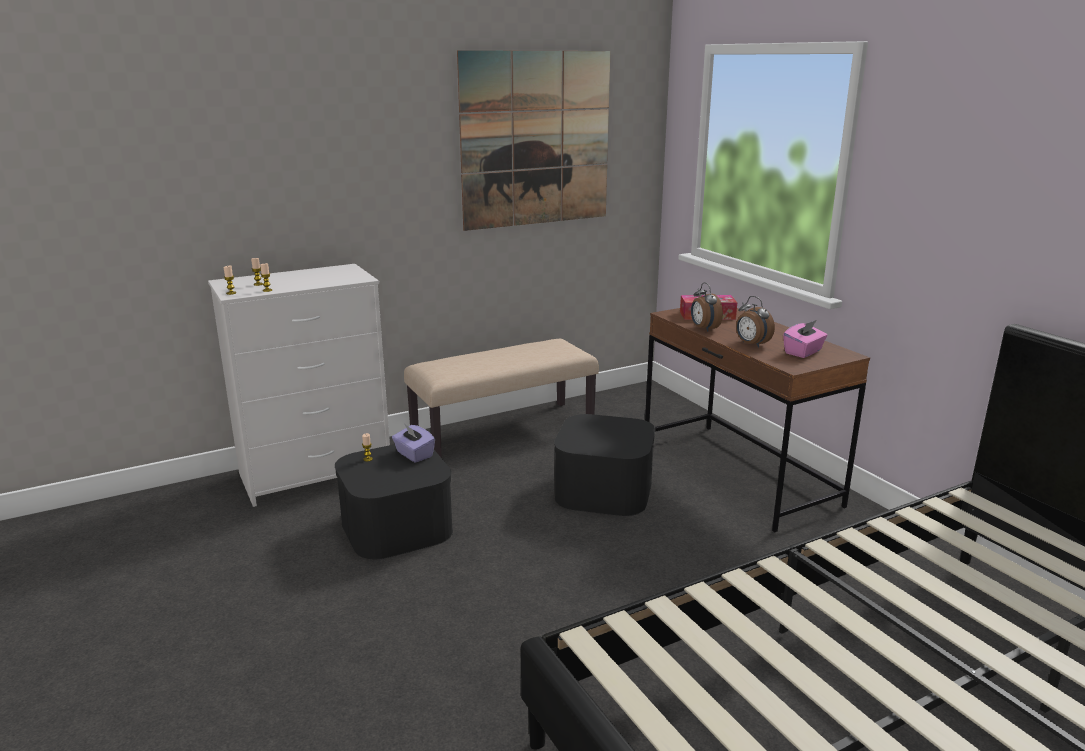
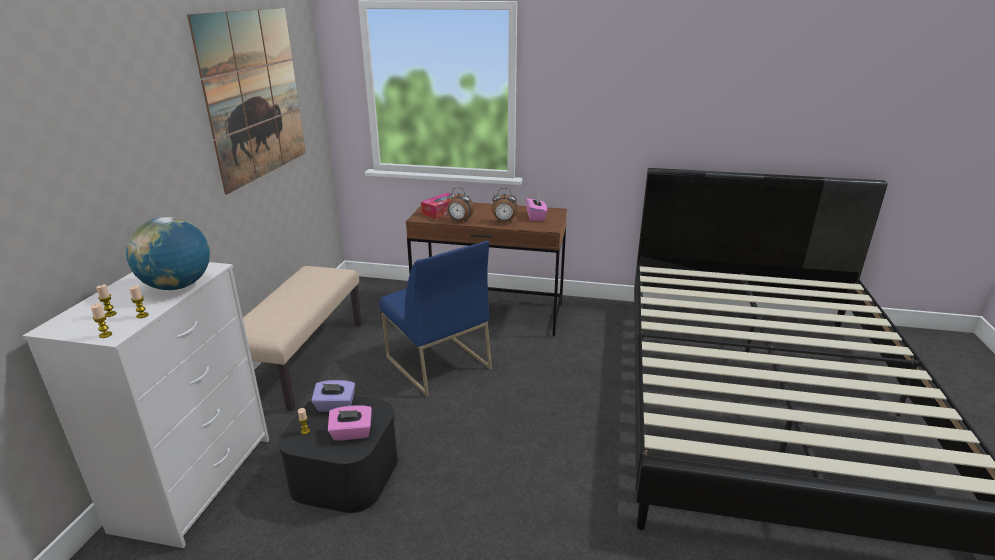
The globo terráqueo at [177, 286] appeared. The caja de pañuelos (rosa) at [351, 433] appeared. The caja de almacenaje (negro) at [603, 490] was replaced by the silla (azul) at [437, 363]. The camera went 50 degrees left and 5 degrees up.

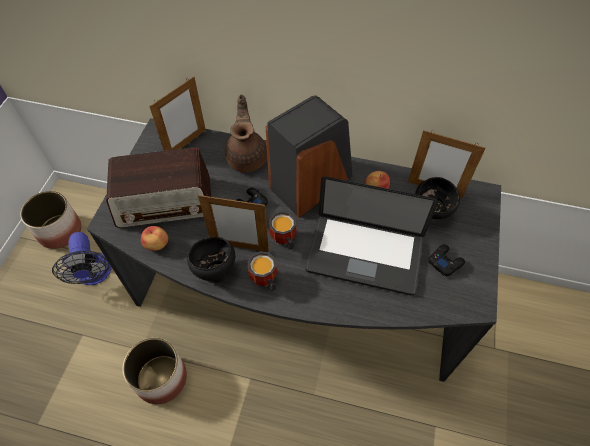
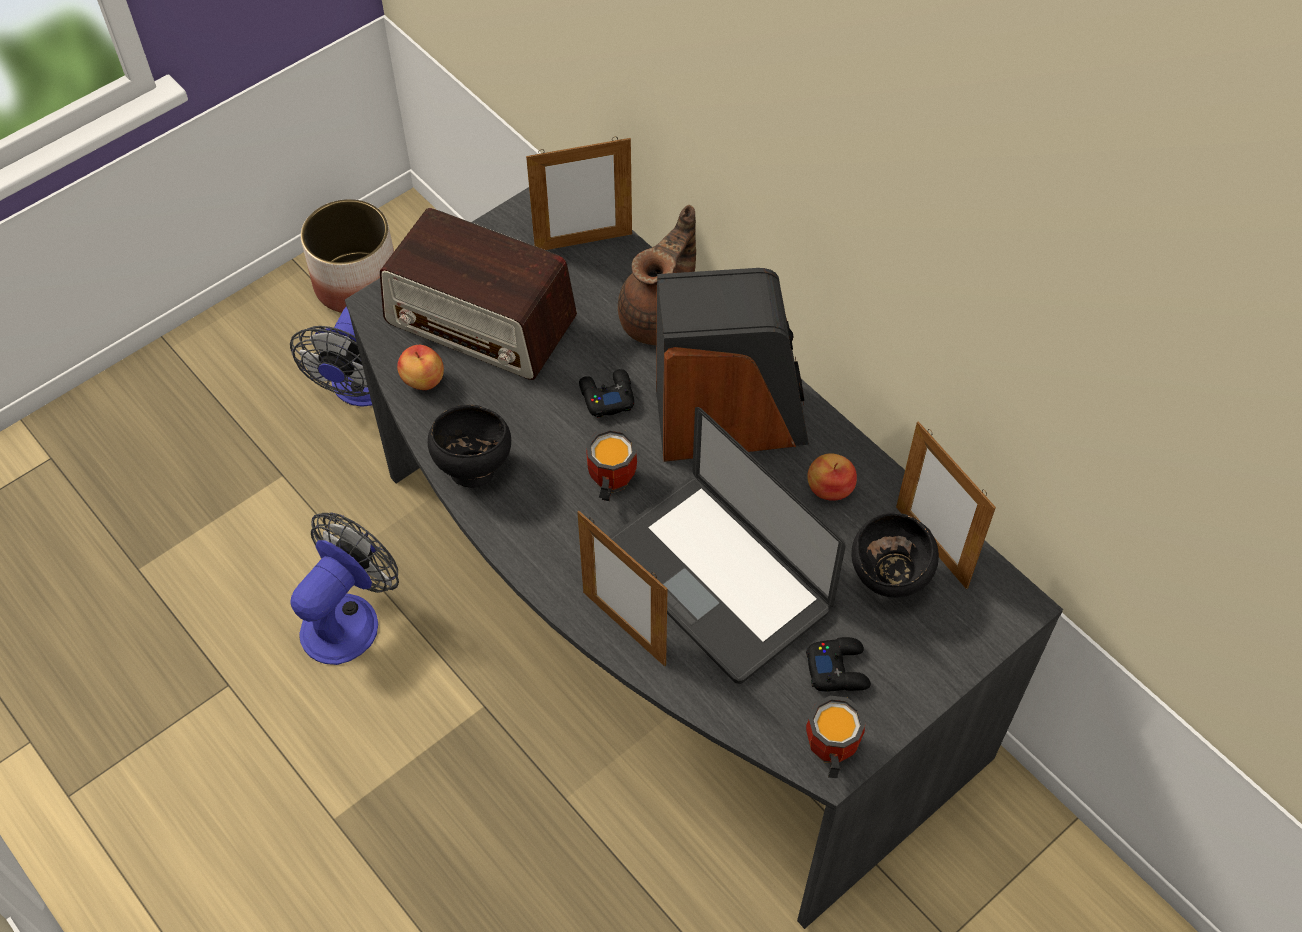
The portarretratos moved from [239, 246] to [624, 628]. The taza grande moved from [264, 282] to [828, 753]. The maceta at [161, 379] was replaced by the ventilador at [349, 617]. The camera went 35 degrees right and 0 degrees up.

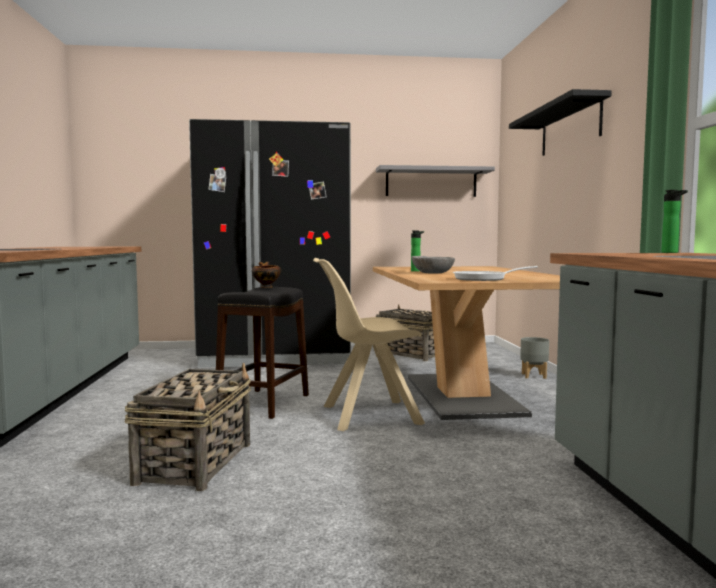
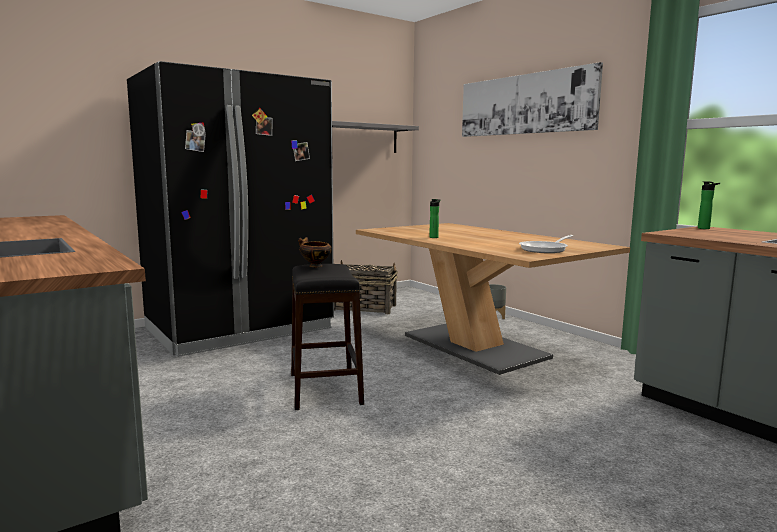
The cesta at [196, 462] disappeared. The silla (beis) at [368, 415] disappeared. The cuenco (gris) at [432, 273] disappeared. The estante (negro) at [570, 128] was replaced by the cuadro at [524, 104]. The camera went 30 degrees left and 5 degrees up.

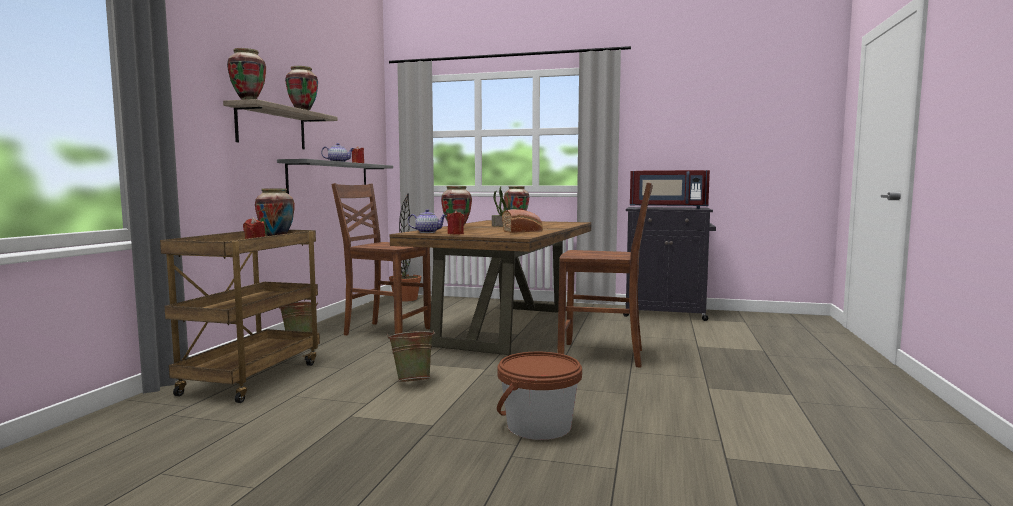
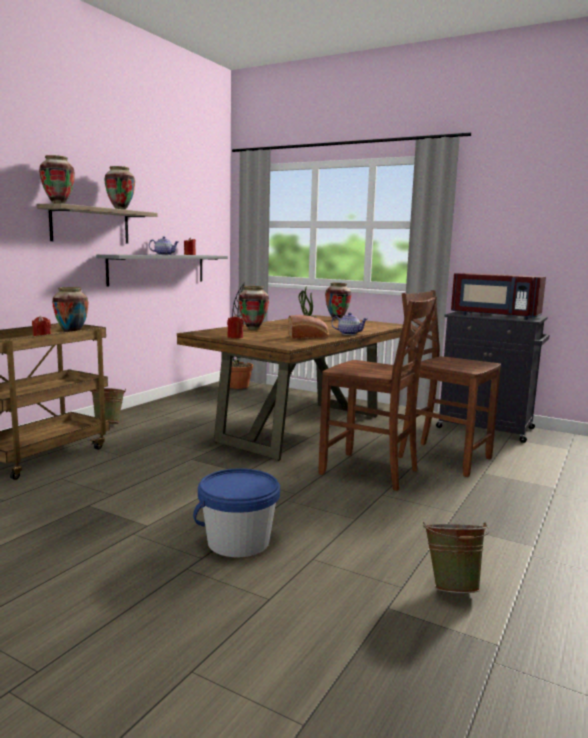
The silla (marrón) moved from [386, 332] to [442, 458]. The cubo (verde) moved from [412, 381] to [452, 587]. The tetera moved from [427, 232] to [348, 334]. The cubo (marrón) at [538, 426] became the cubo (azul) at [238, 542]. The camera went 15 degrees right and 5 degrees up.

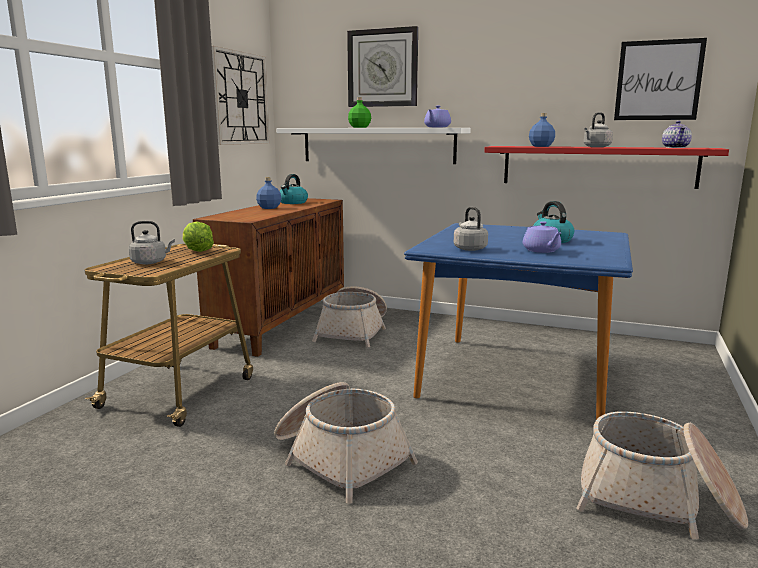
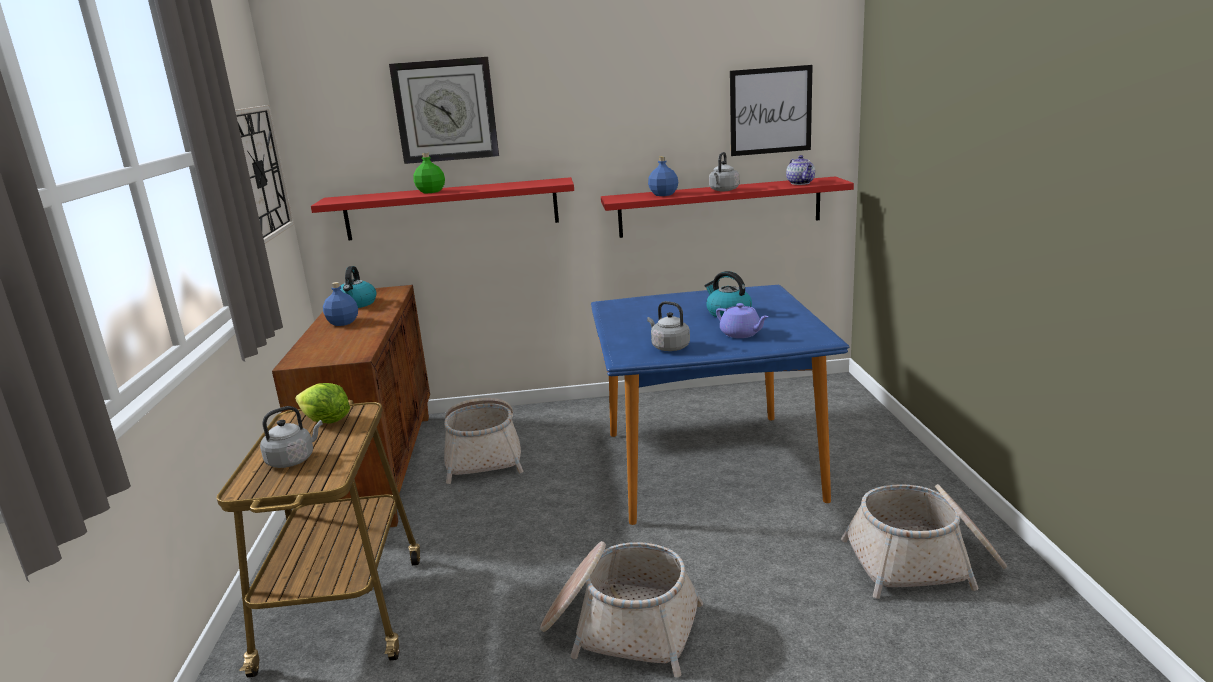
The tetera (morado) at [437, 127] disappeared. The estante (blanco) at [377, 145] became the estante (rojo) at [451, 209]. The camera went 25 degrees left and 5 degrees up.

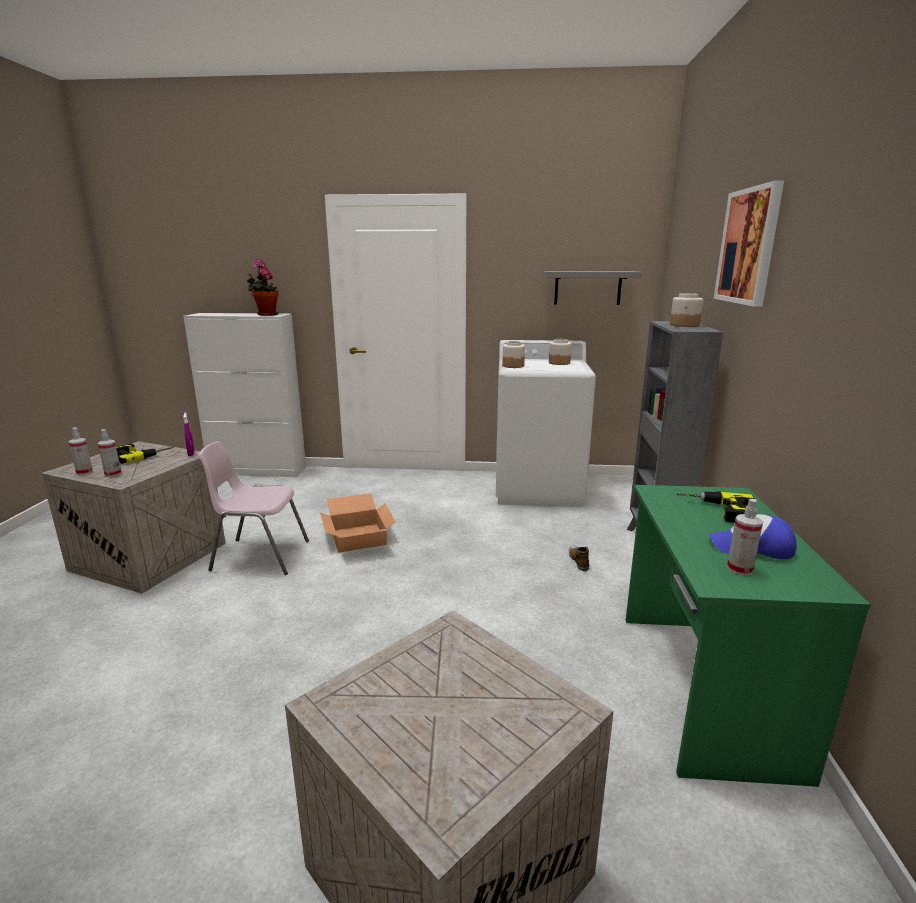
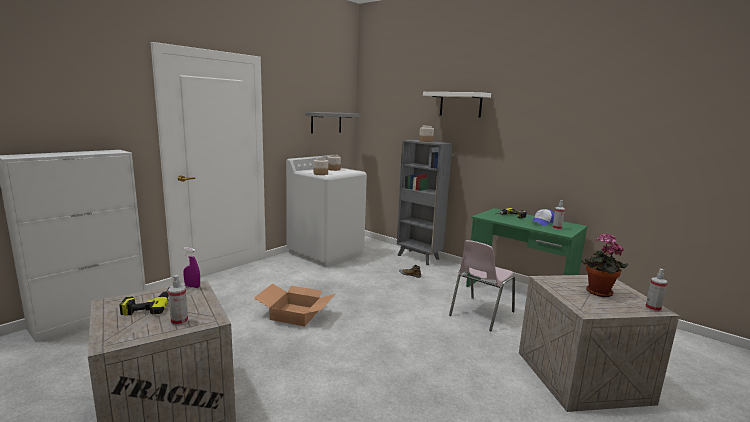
The pulverizador moved from [84, 472] to [653, 308]. The silla (rosa) moved from [259, 555] to [480, 314]. The planta en maceta moved from [266, 315] to [598, 293]. The cuadro at [748, 246] was replaced by the estante (blanco) at [460, 104]. The camera went 55 degrees left and 5 degrees down.

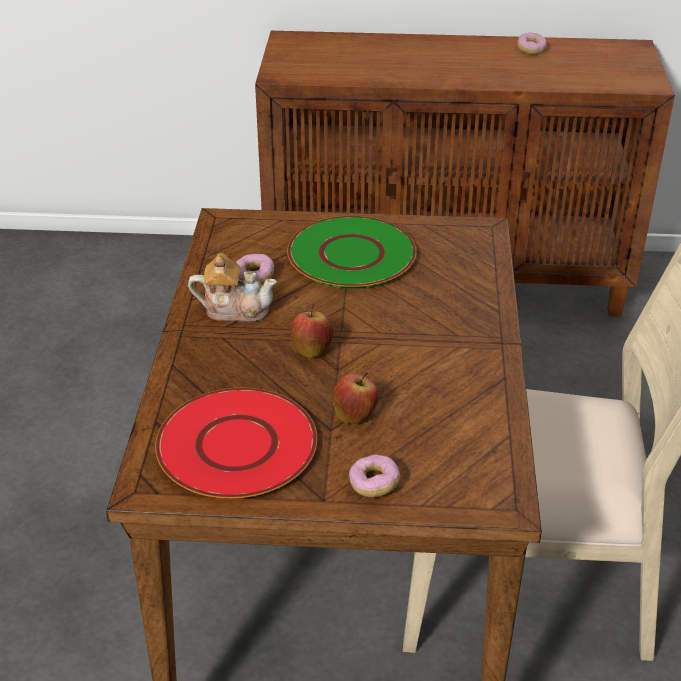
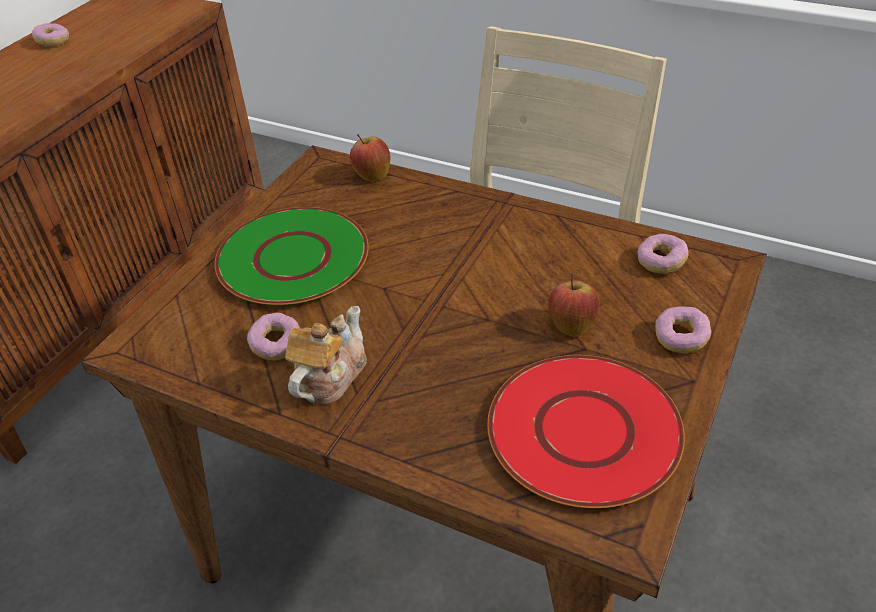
The rosquilla at [661, 262] appeared. The manzana moved from [312, 350] to [372, 175]. The camera went 65 degrees left and 5 degrees up.

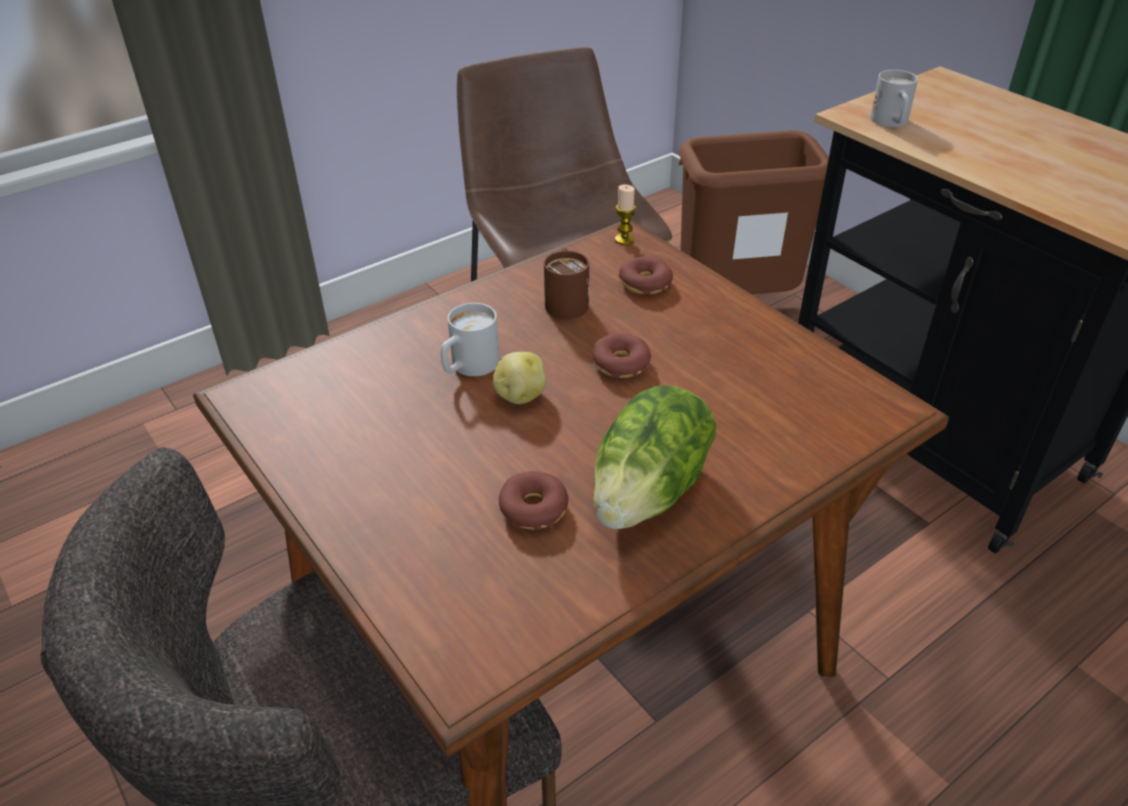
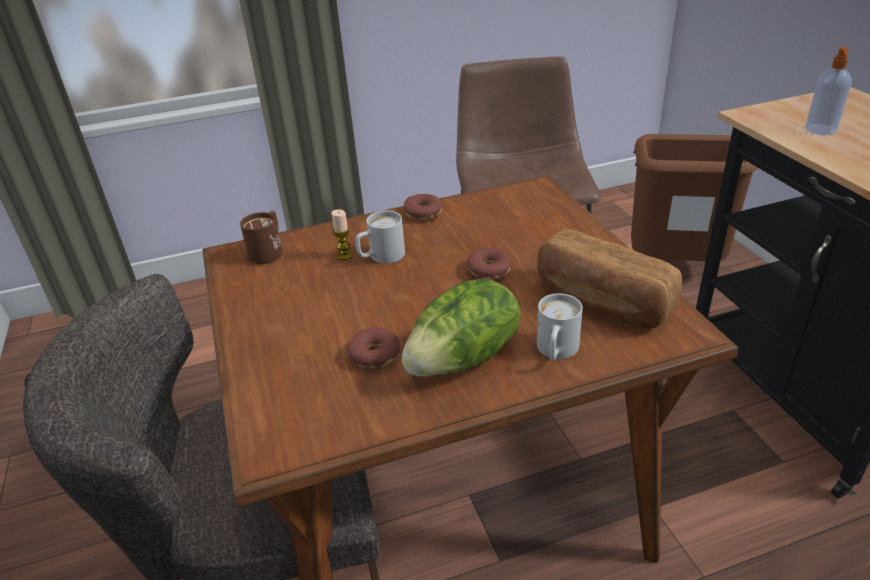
The patata at [519, 395] disappeared. The pan at [601, 302] appeared. The dispensador de jabón at [820, 130] appeared. The taza grande (marrón) moved from [566, 300] to [269, 251]. The vela moved from [624, 239] to [345, 255]. The rosquilla moved from [645, 283] to [423, 213]. The taza grande (blanco) moved from [891, 123] to [556, 352]. The camera went 20 degrees right and 5 degrees down.

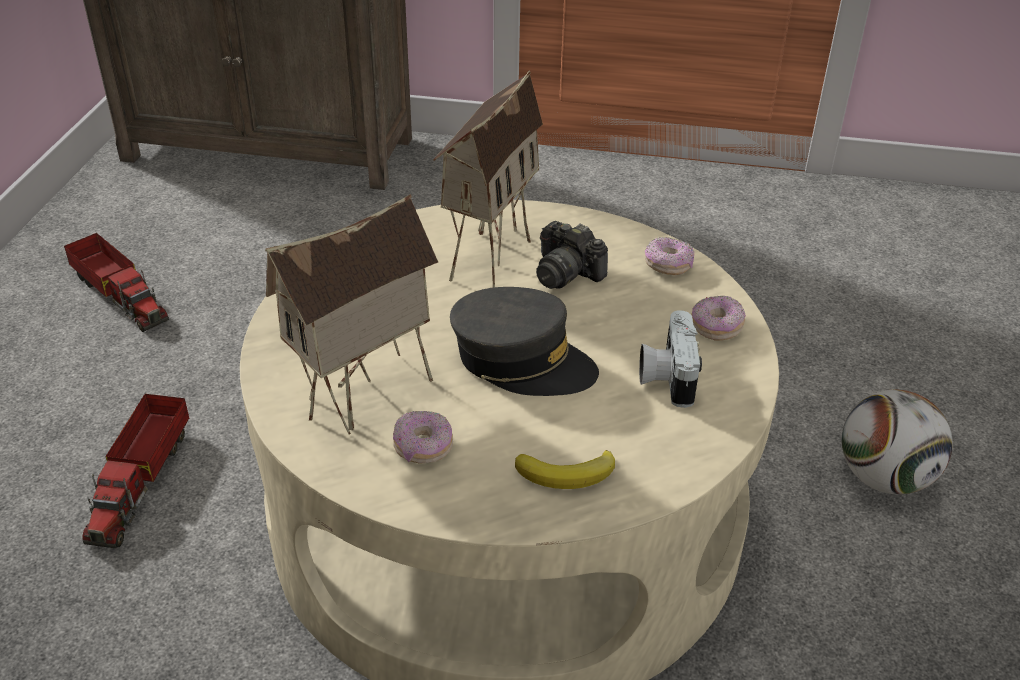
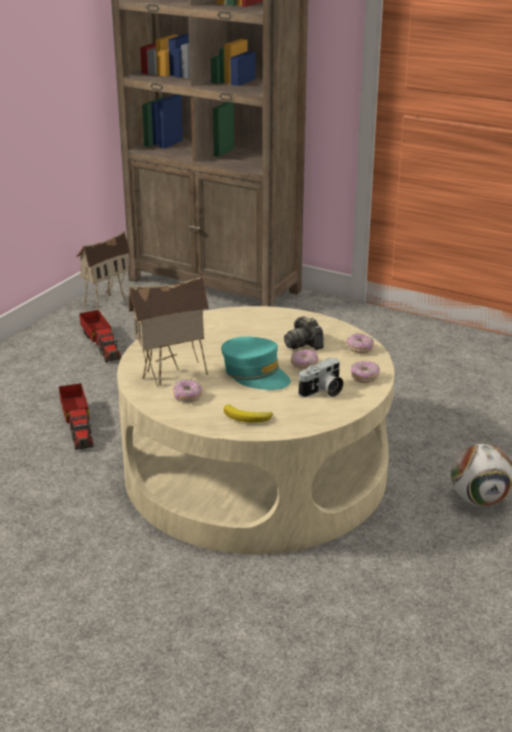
The rosquilla at [304, 365] appeared. The casita moved from [487, 253] to [105, 301]. The gorra (gris) at [522, 361] became the gorra (turquesa) at [255, 374]. The camión de juguete at [141, 480] turned 45 degrees counterclockwise. The cámara at [666, 376] turned 150 degrees counterclockwise. The camera went 20 degrees right and 10 degrees down.

